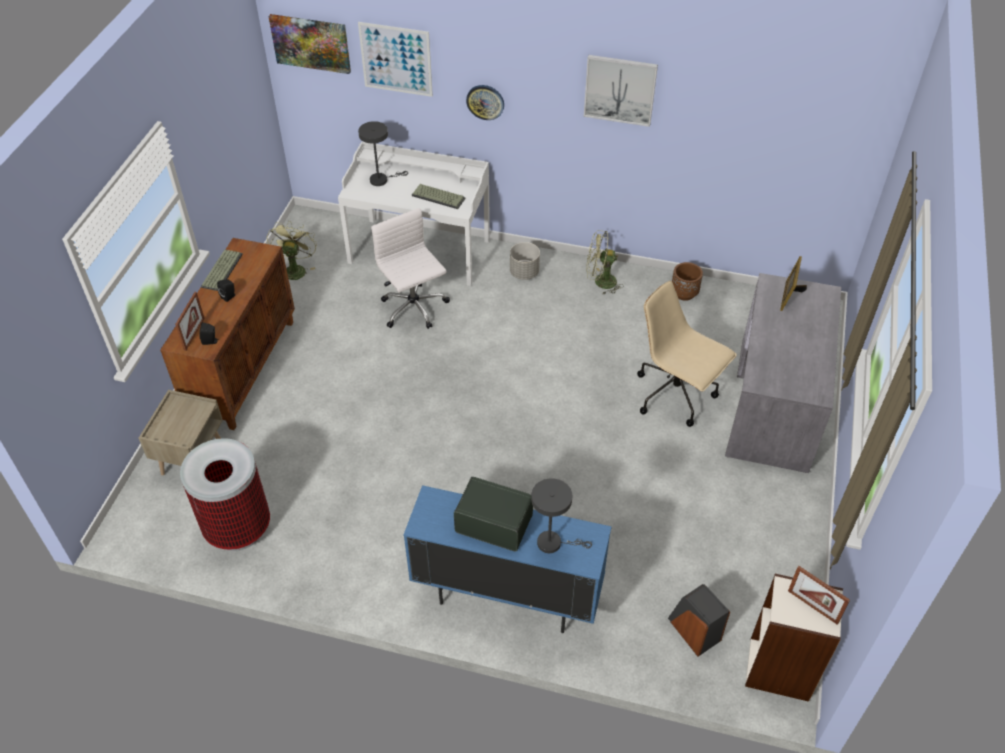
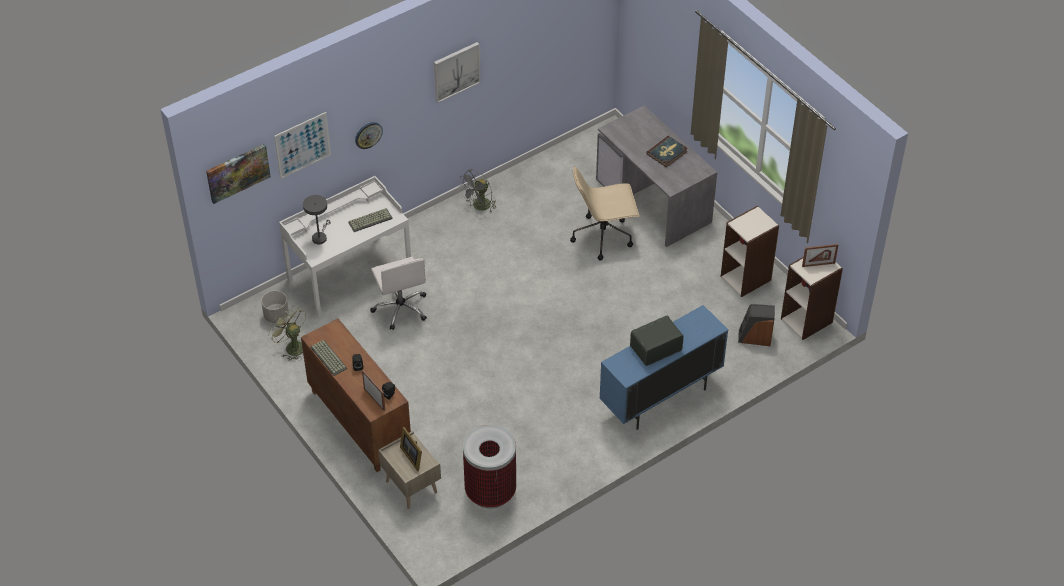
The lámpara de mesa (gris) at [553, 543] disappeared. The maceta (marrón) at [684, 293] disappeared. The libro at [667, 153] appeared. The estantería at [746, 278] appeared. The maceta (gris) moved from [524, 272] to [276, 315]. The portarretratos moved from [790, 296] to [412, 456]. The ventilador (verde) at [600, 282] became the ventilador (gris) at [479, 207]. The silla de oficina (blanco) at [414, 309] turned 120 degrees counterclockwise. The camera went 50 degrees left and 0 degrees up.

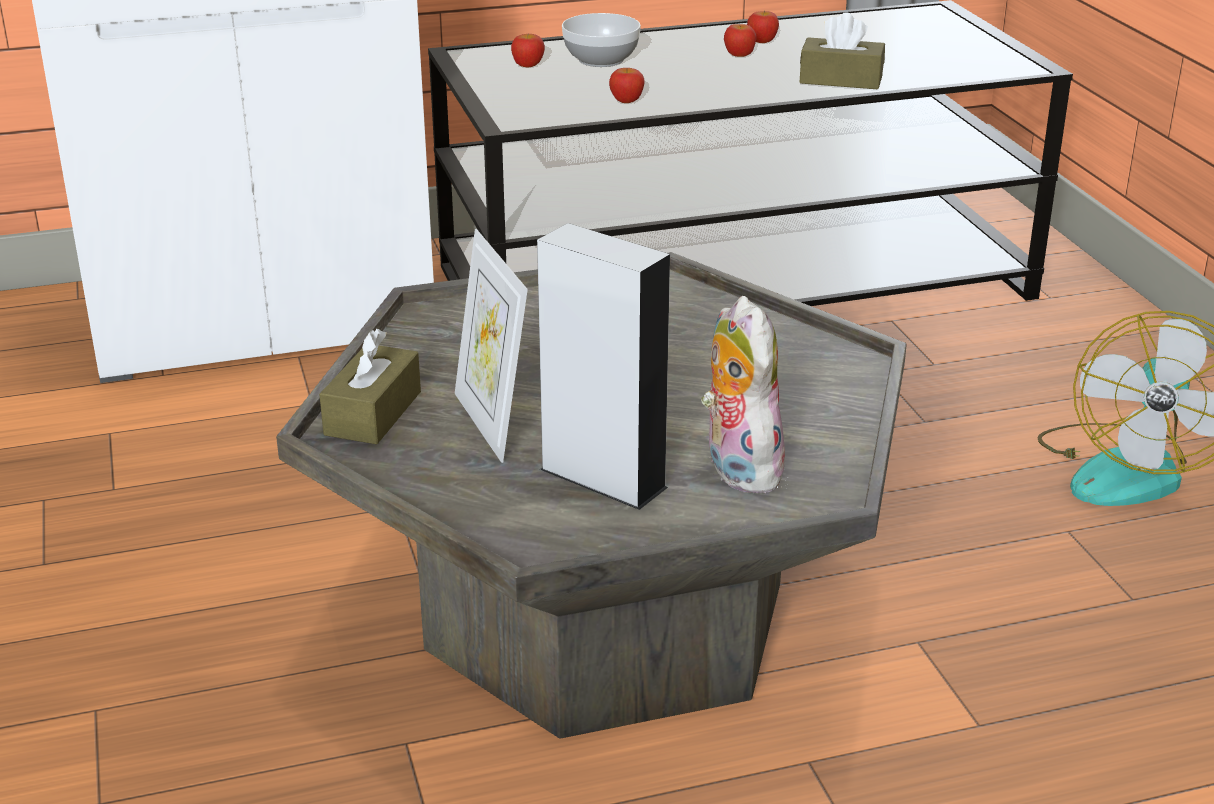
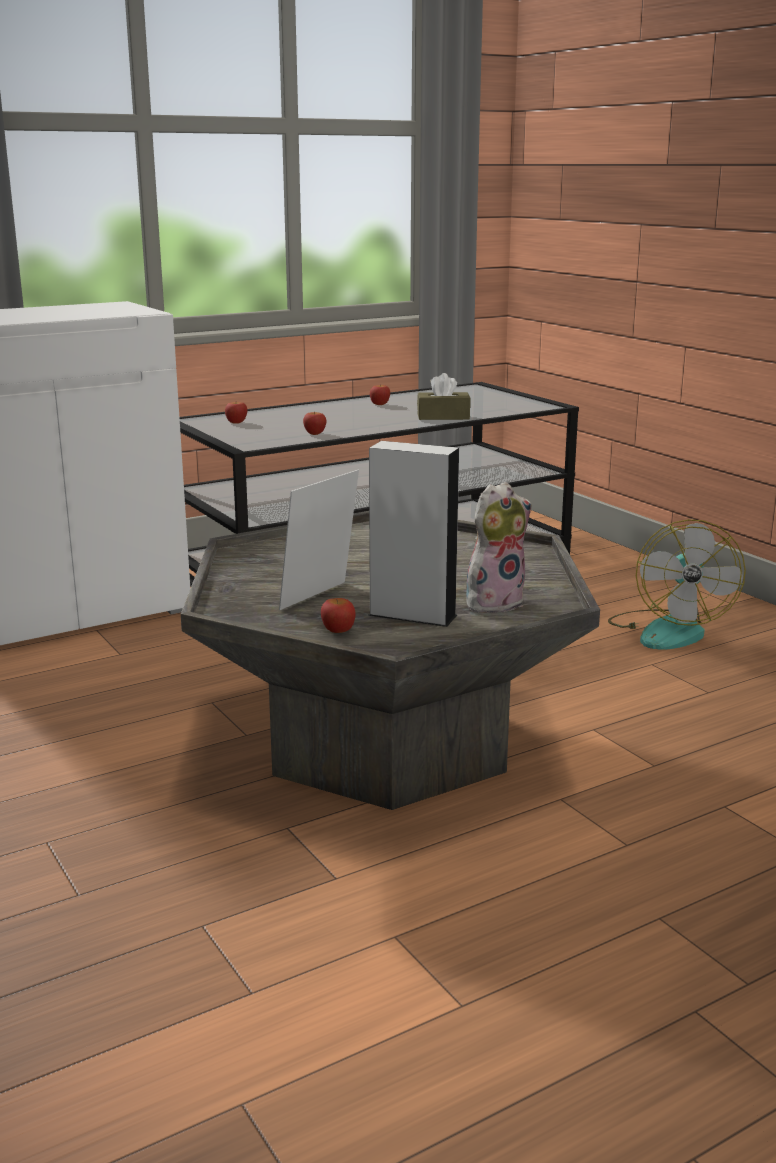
The caja de pañuelos (marrón) at [373, 413] disappeared. The cuenco at [601, 60] disappeared. The manzana moved from [739, 55] to [338, 630]. The portarretratos at [492, 424] turned 75 degrees clockwise. The peluche at [736, 468] turned 90 degrees clockwise. The camera went 15 degrees left and 10 degrees down.

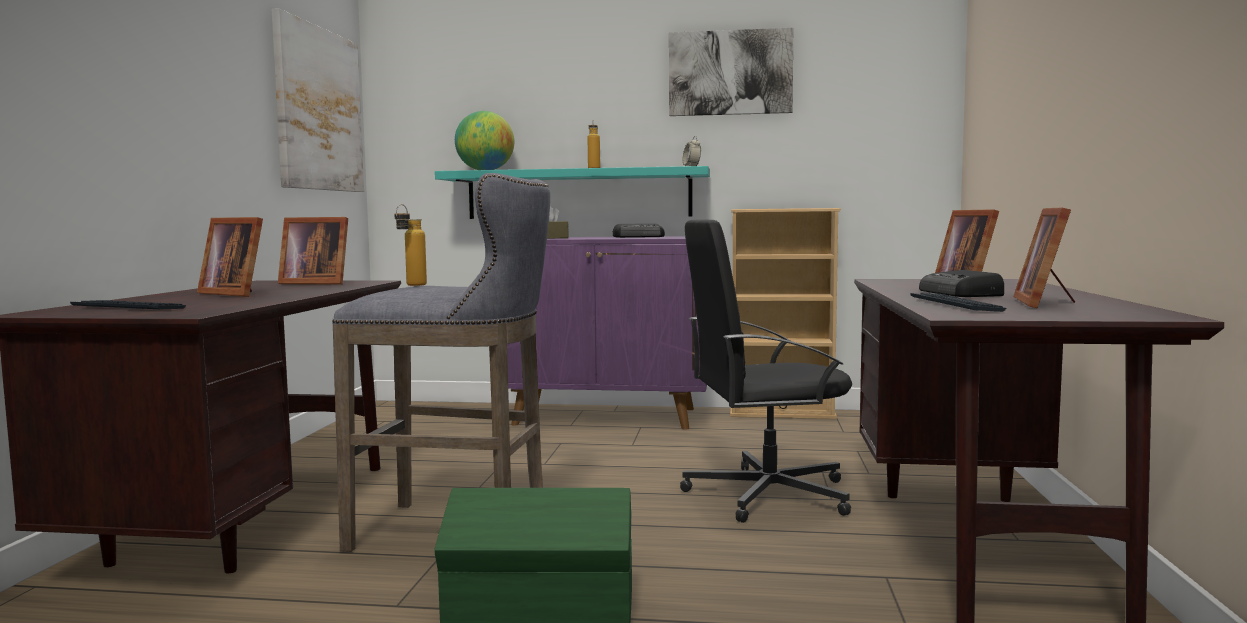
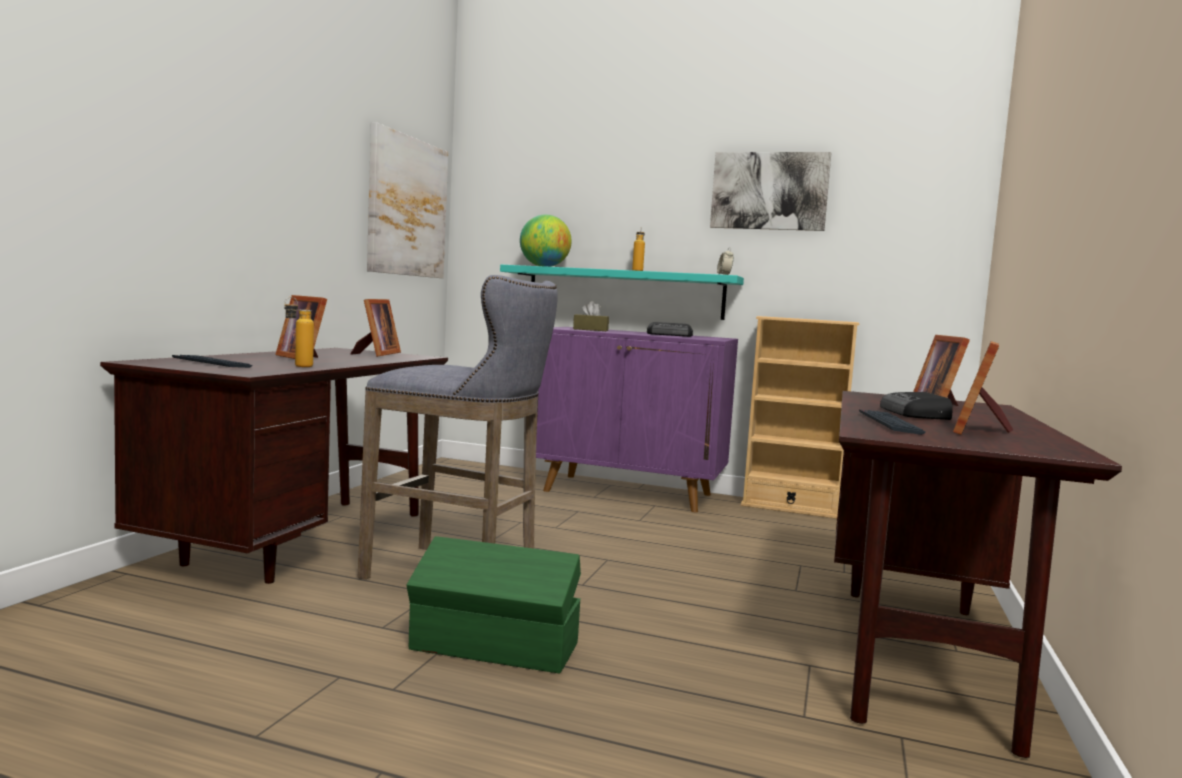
The silla de oficina (negro) at [765, 494] disappeared. The botella moved from [411, 285] to [297, 366]. The portarretratos at [315, 283] turned 105 degrees counterclockwise. The camera went 10 degrees right and 0 degrees up.

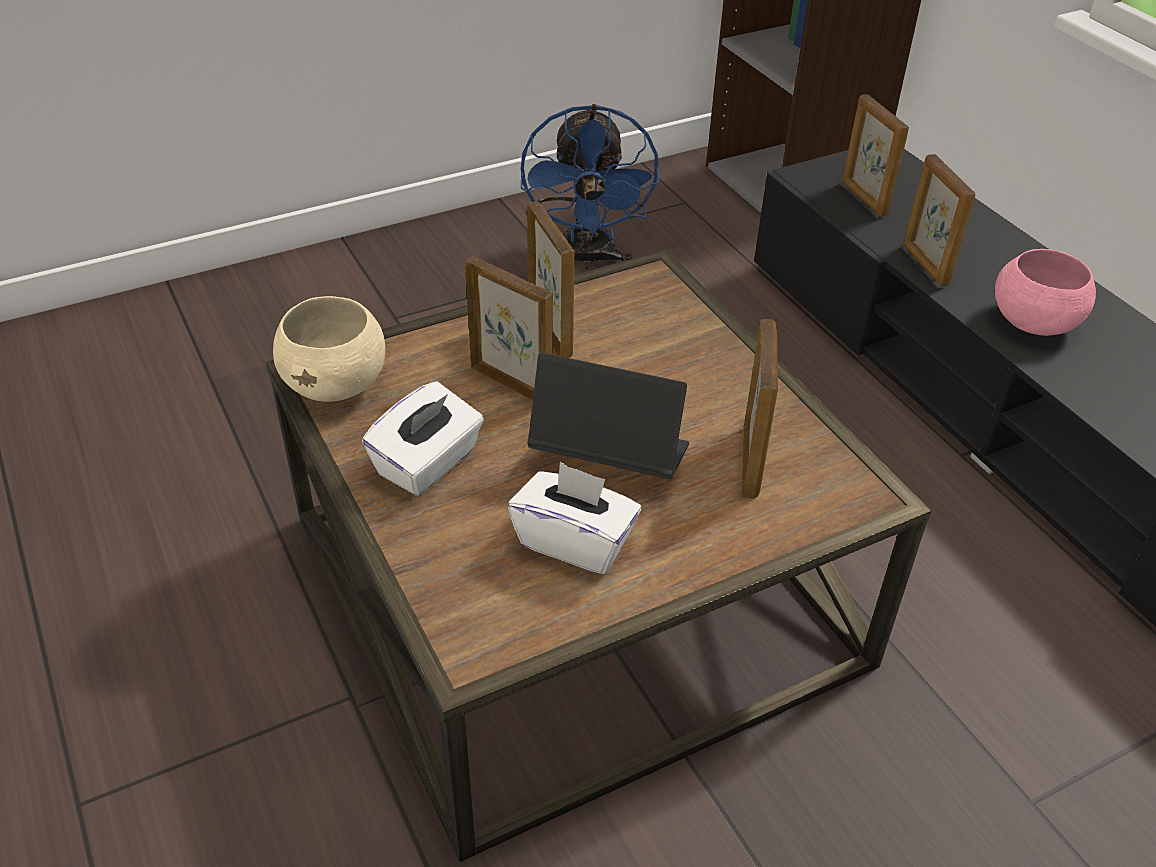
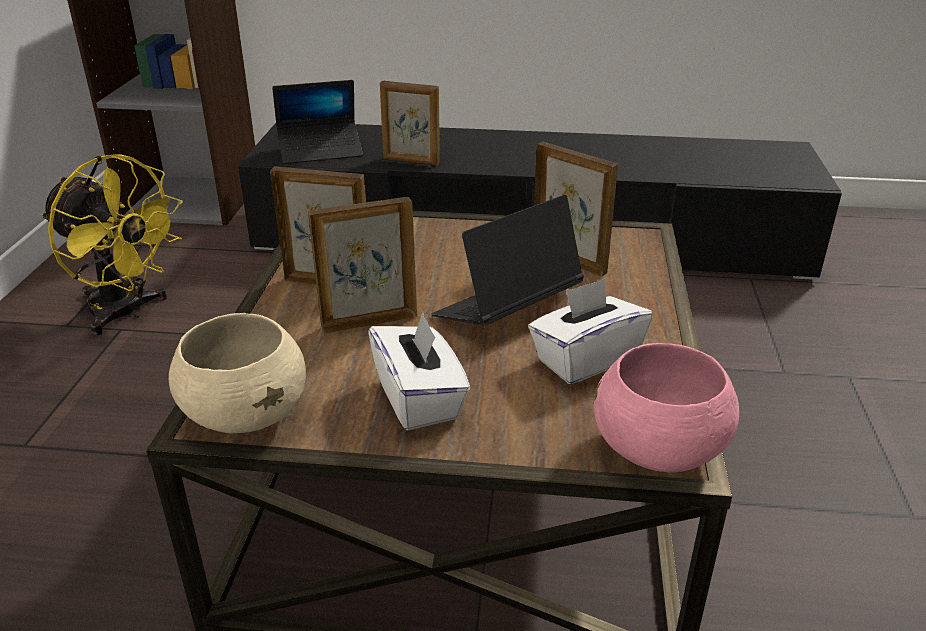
The cuenco (rosa) moved from [1033, 323] to [659, 450]. The portarretratos at [863, 199] was replaced by the portátil at [320, 151]. The ventilador (azul) at [586, 259] became the ventilador (amarillo) at [127, 313]. The camera went 55 degrees left and 10 degrees down.

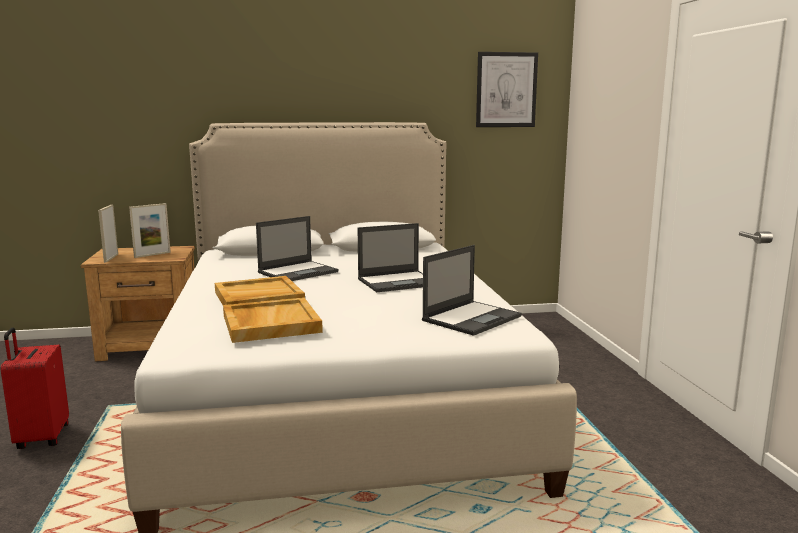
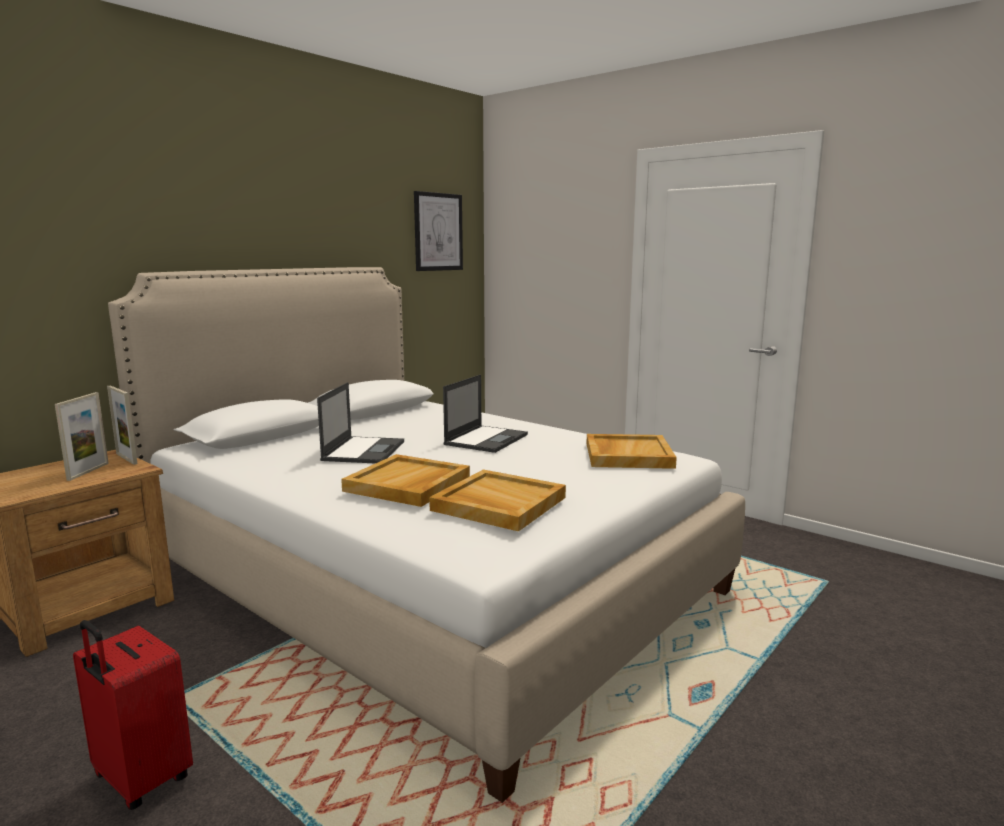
The portarretratos moved from [111, 258] to [126, 458]. The portátil at [472, 318] was replaced by the bandeja (beis) at [627, 455]. The camera went 40 degrees left and 0 degrees up.

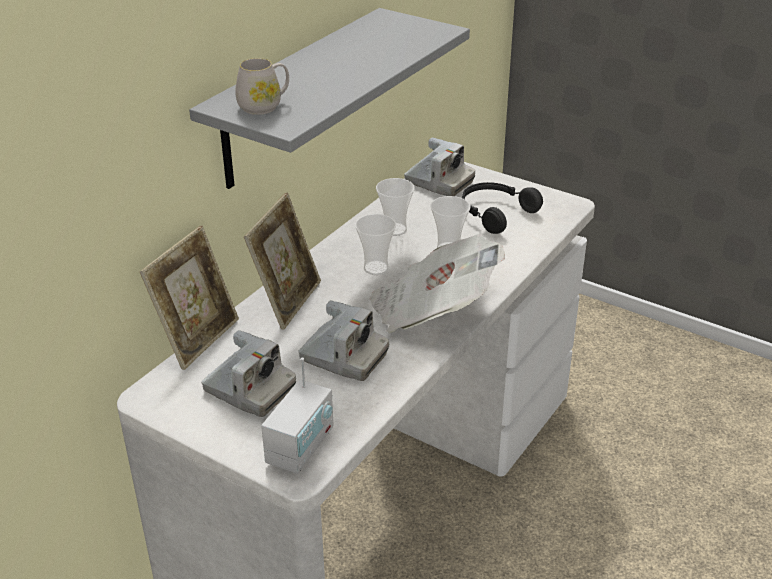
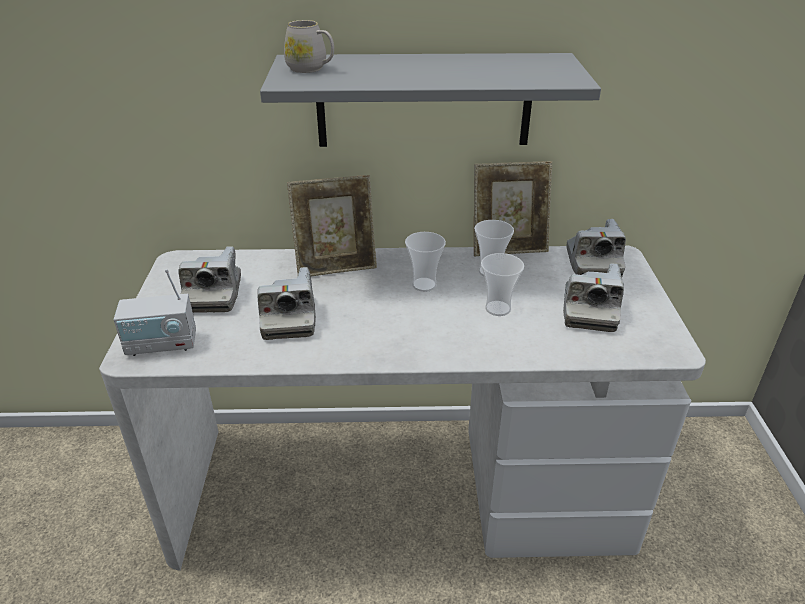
The periódico at [432, 311] disappeared. The portarretratos moved from [198, 338] to [508, 247]. The auriculares (negro) at [494, 213] was replaced by the cámara at [589, 311]. The camera went 55 degrees right and 0 degrees up.

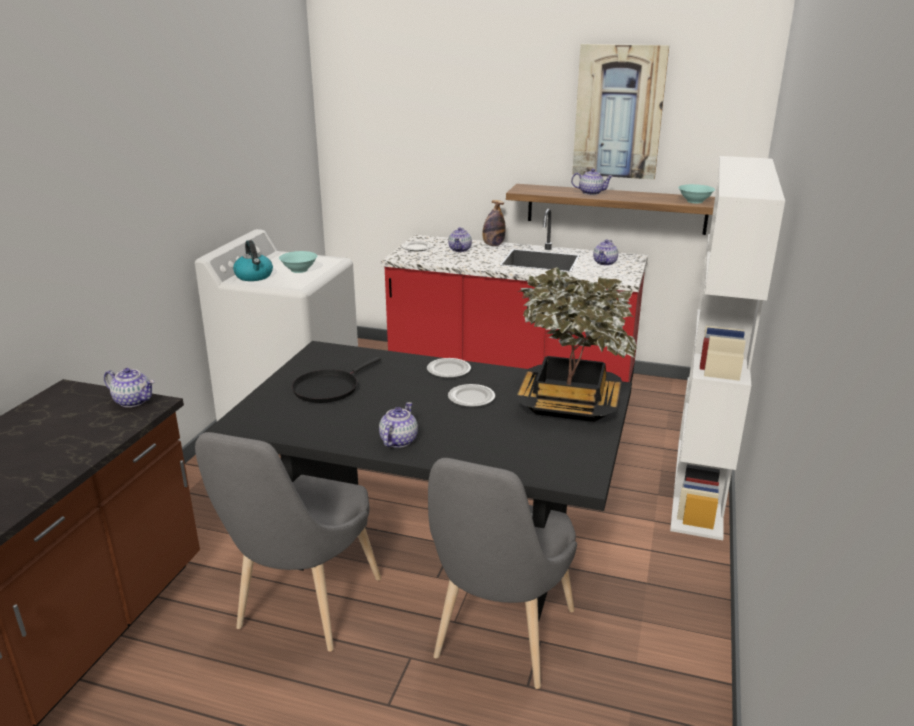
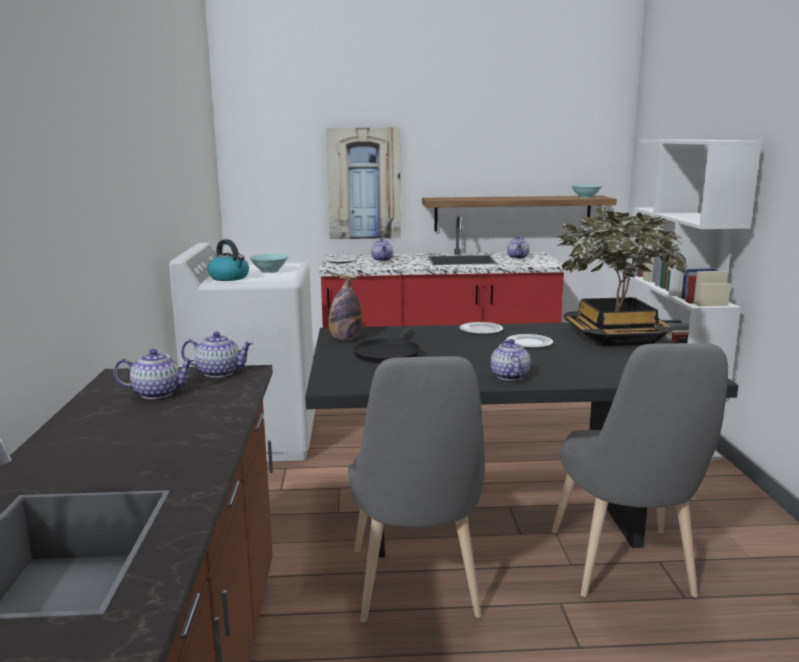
The botella moved from [493, 245] to [345, 339]. The tetera moved from [591, 193] to [158, 393]. The cuadro moved from [619, 112] to [364, 184]. The camera went 20 degrees left and 10 degrees down.

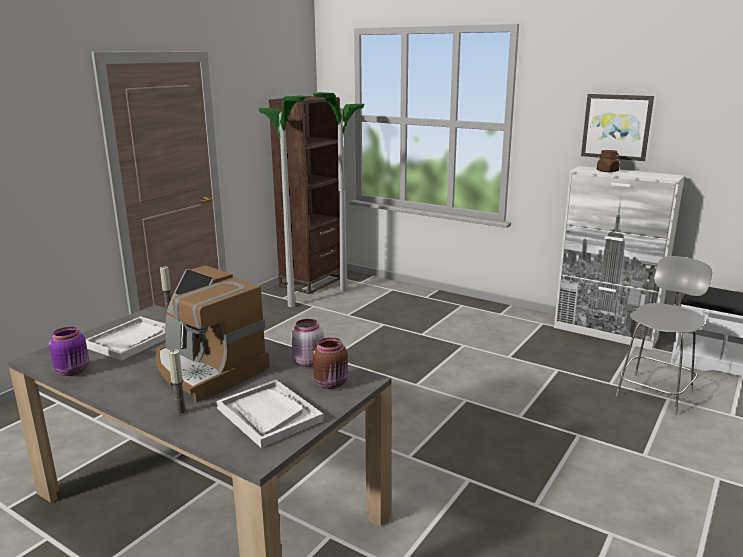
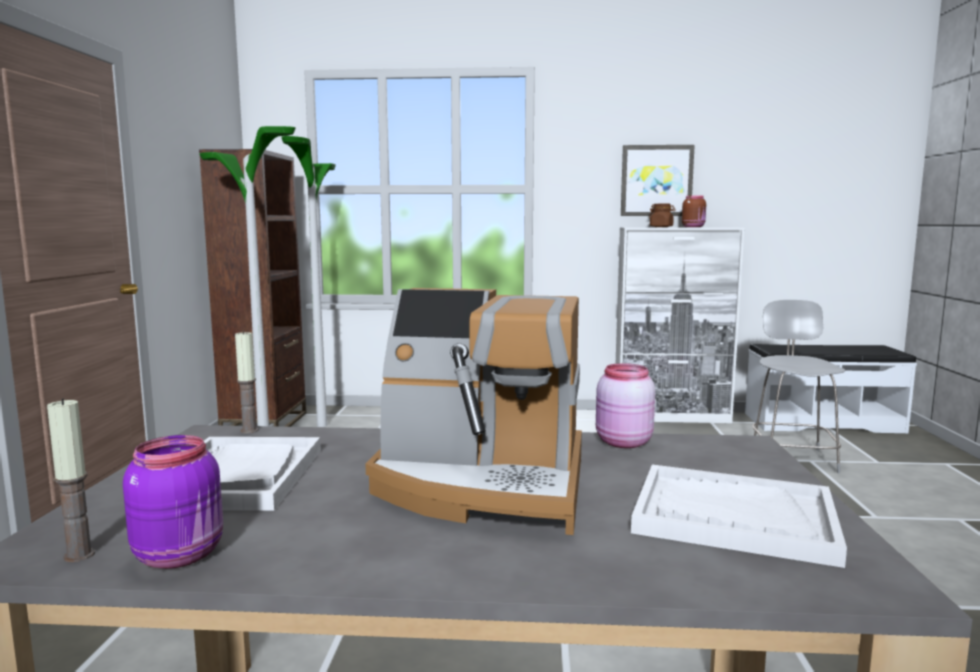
The vela moved from [180, 412] to [79, 555]. The tarro (marrón) moved from [332, 384] to [693, 227]. The camera went 30 degrees left and 10 degrees down.

